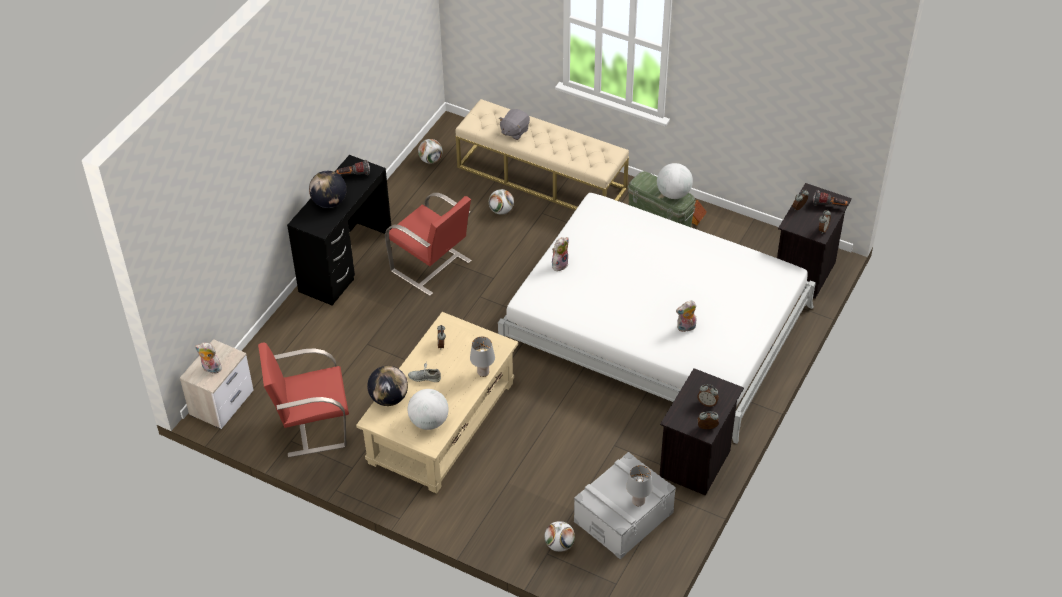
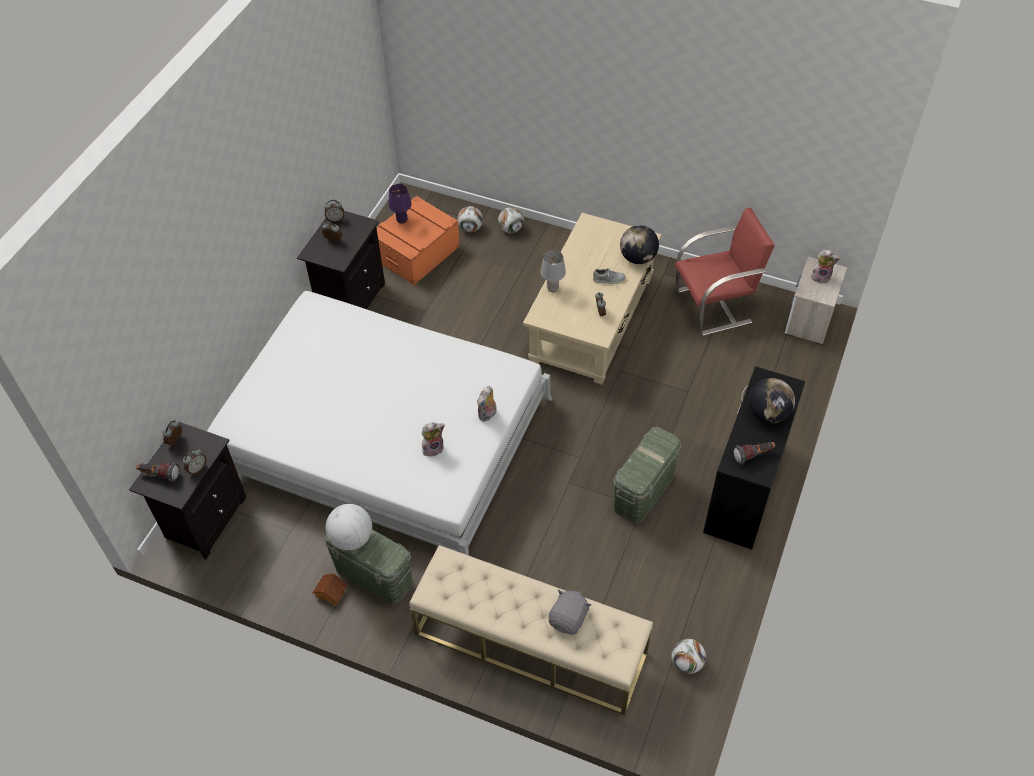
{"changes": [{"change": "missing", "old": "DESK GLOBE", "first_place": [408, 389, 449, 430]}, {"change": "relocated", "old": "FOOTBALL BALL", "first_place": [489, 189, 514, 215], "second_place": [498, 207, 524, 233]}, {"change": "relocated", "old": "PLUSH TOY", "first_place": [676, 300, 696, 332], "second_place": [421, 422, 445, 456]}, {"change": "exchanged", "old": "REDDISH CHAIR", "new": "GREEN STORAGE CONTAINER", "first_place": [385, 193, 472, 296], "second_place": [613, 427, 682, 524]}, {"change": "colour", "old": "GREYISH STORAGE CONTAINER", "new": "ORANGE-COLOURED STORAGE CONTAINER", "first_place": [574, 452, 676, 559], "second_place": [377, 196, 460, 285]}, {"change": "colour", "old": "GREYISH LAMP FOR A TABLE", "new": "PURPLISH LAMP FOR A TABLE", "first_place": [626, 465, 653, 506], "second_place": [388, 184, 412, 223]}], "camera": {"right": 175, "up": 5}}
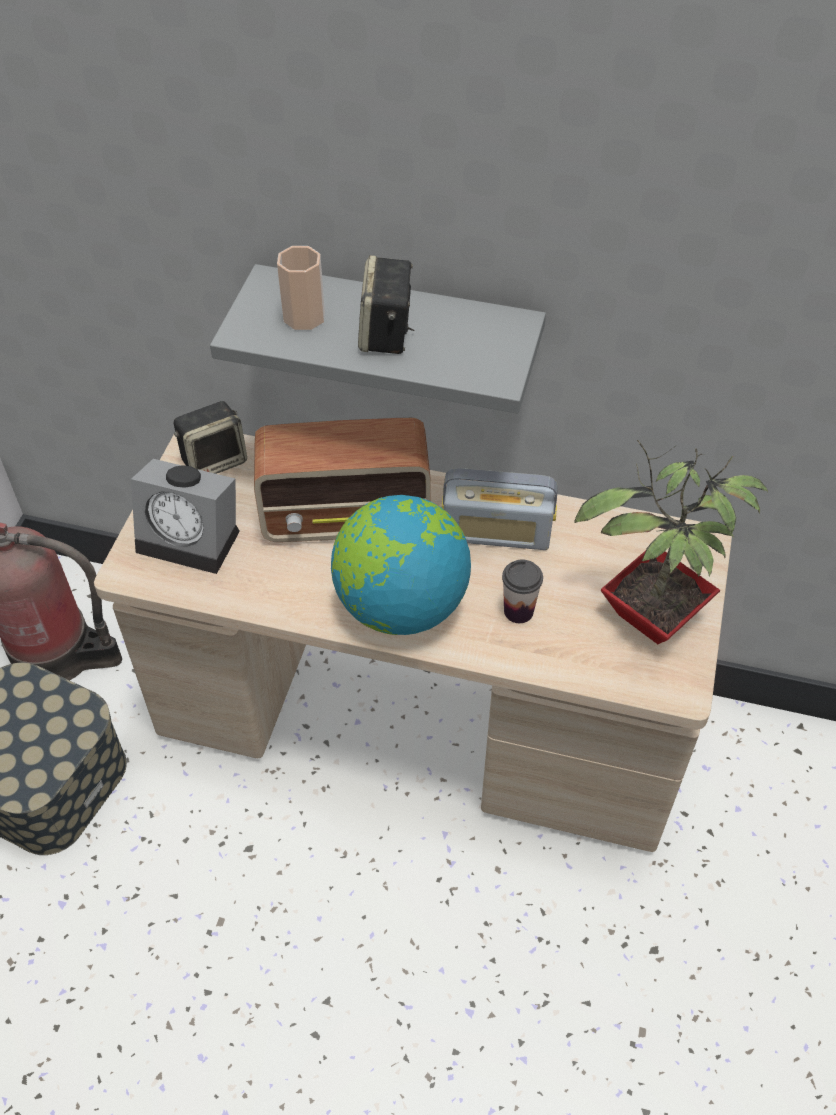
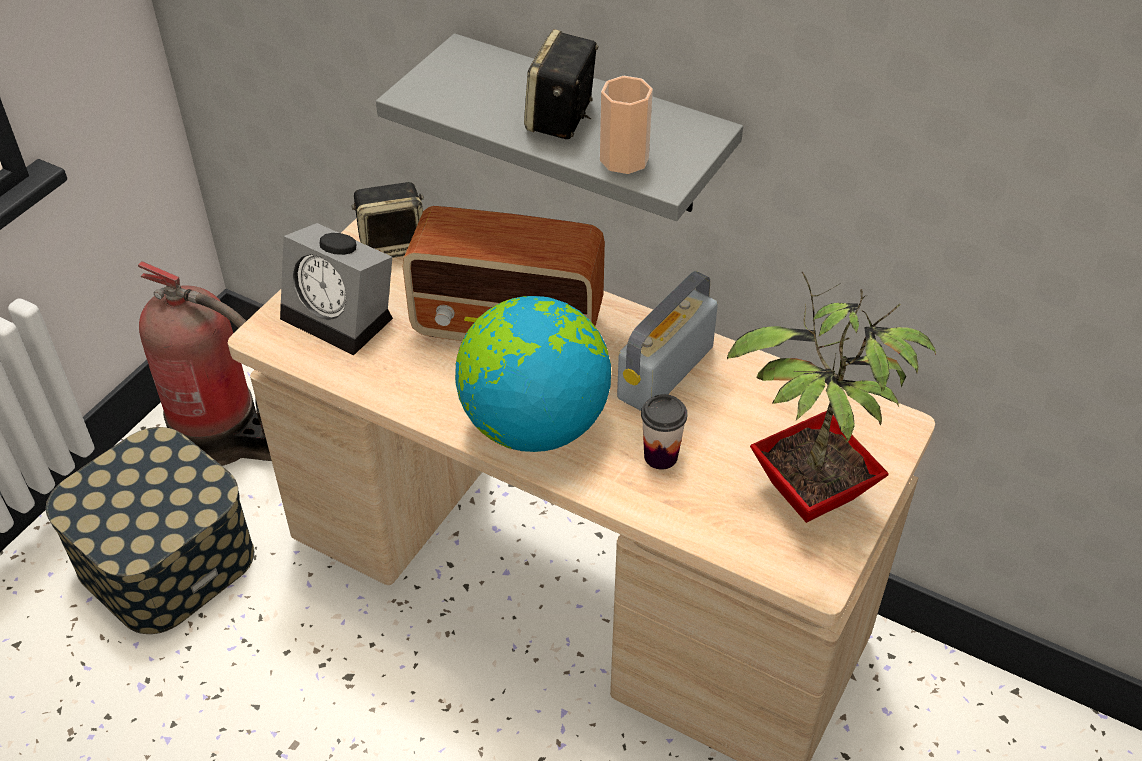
{"changes": [{"change": "relocated", "old": "DRINKING CUP", "first_place": [277, 246, 325, 330], "second_place": [600, 76, 653, 174]}, {"change": "spun", "old": "RADIO SET", "first_place": [442, 468, 558, 550], "second_place": [617, 271, 718, 411], "degrees": 105}], "camera": {"right": 15, "up": -5}}
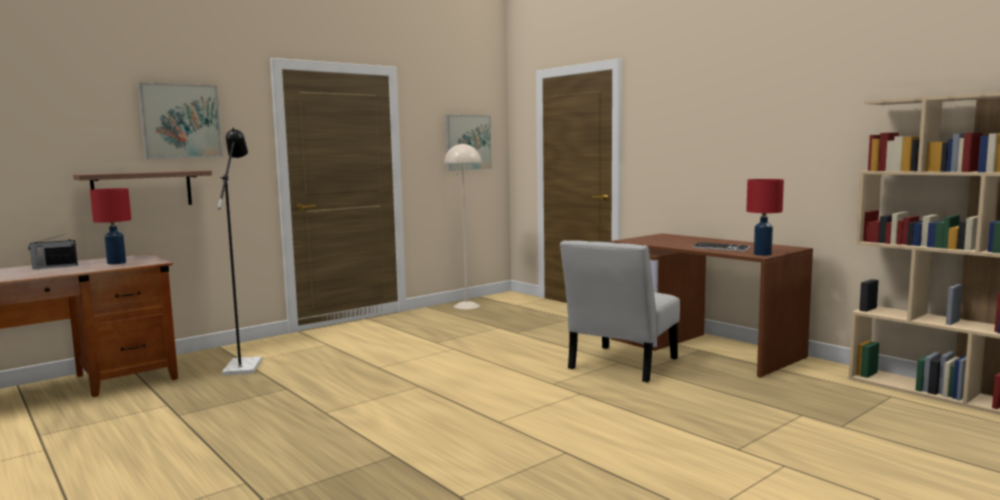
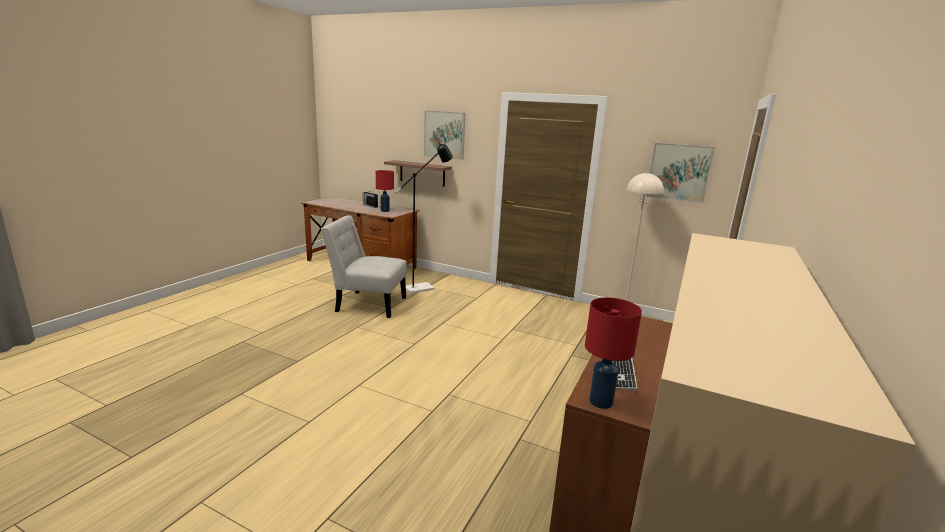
{"changes": [{"change": "relocated", "old": "WHITE CHAIR", "first_place": [560, 240, 680, 382], "second_place": [321, 215, 407, 318]}], "camera": {"right": 65, "up": 10}}
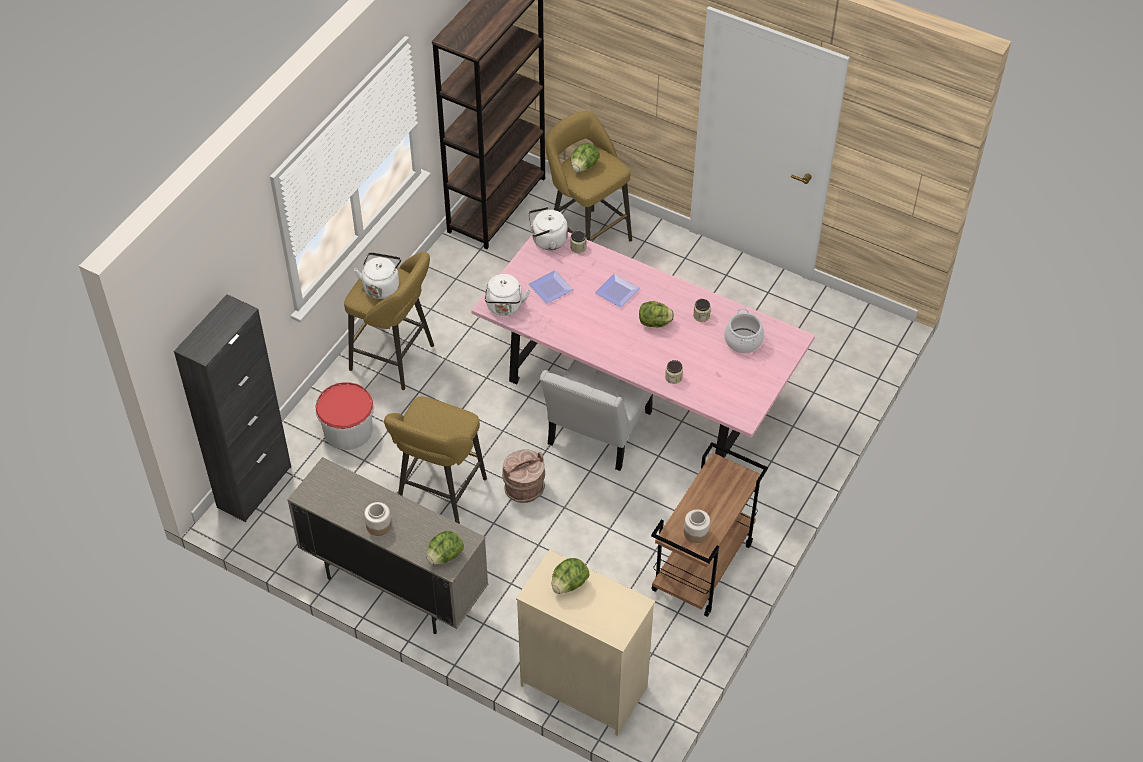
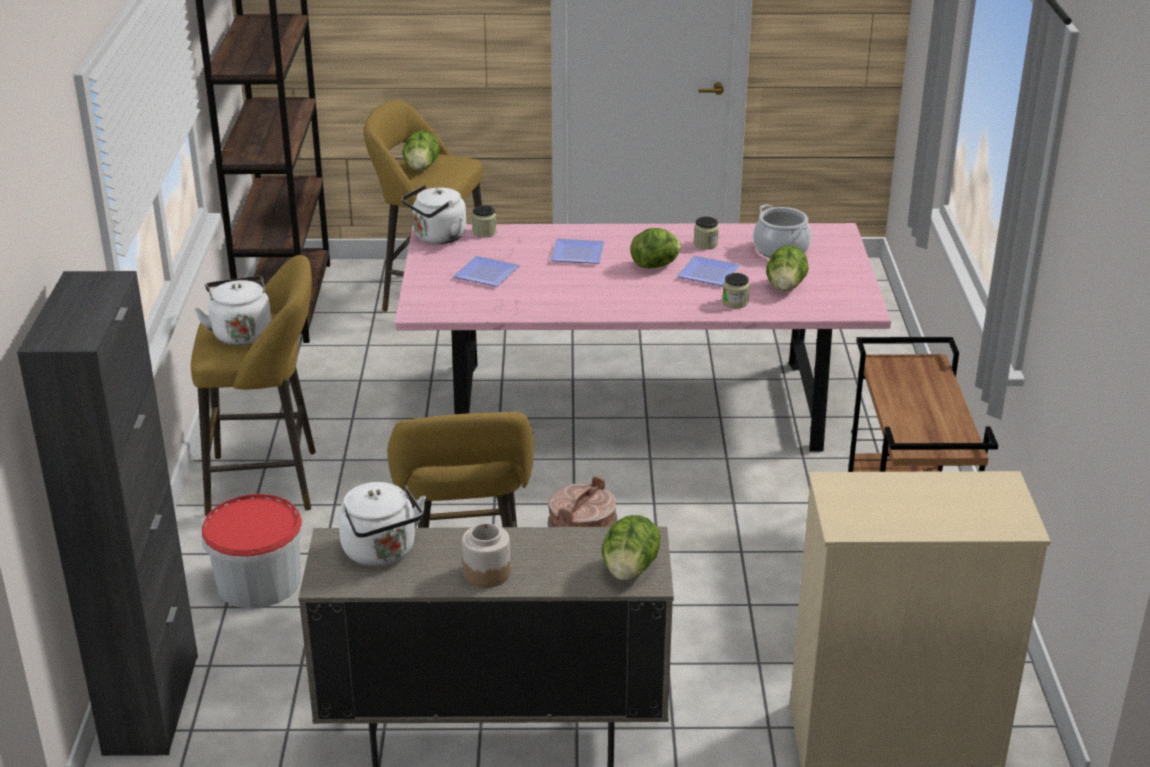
{"changes": [{"change": "missing", "old": "WHITE CHAIR", "first_place": [540, 359, 653, 471]}, {"change": "missing", "old": "STORAGE JAR", "first_place": [684, 509, 710, 543]}, {"change": "appeared", "new": "DINNER PLATE", "second_place": [677, 256, 740, 286]}, {"change": "relocated", "old": "WHITE TEA KETTLE", "first_place": [485, 274, 530, 316], "second_place": [338, 482, 426, 566]}, {"change": "relocated", "old": "LETTUCE HEAD", "first_place": [552, 558, 590, 594], "second_place": [766, 245, 809, 292]}], "camera": {"right": -30, "up": -20}}
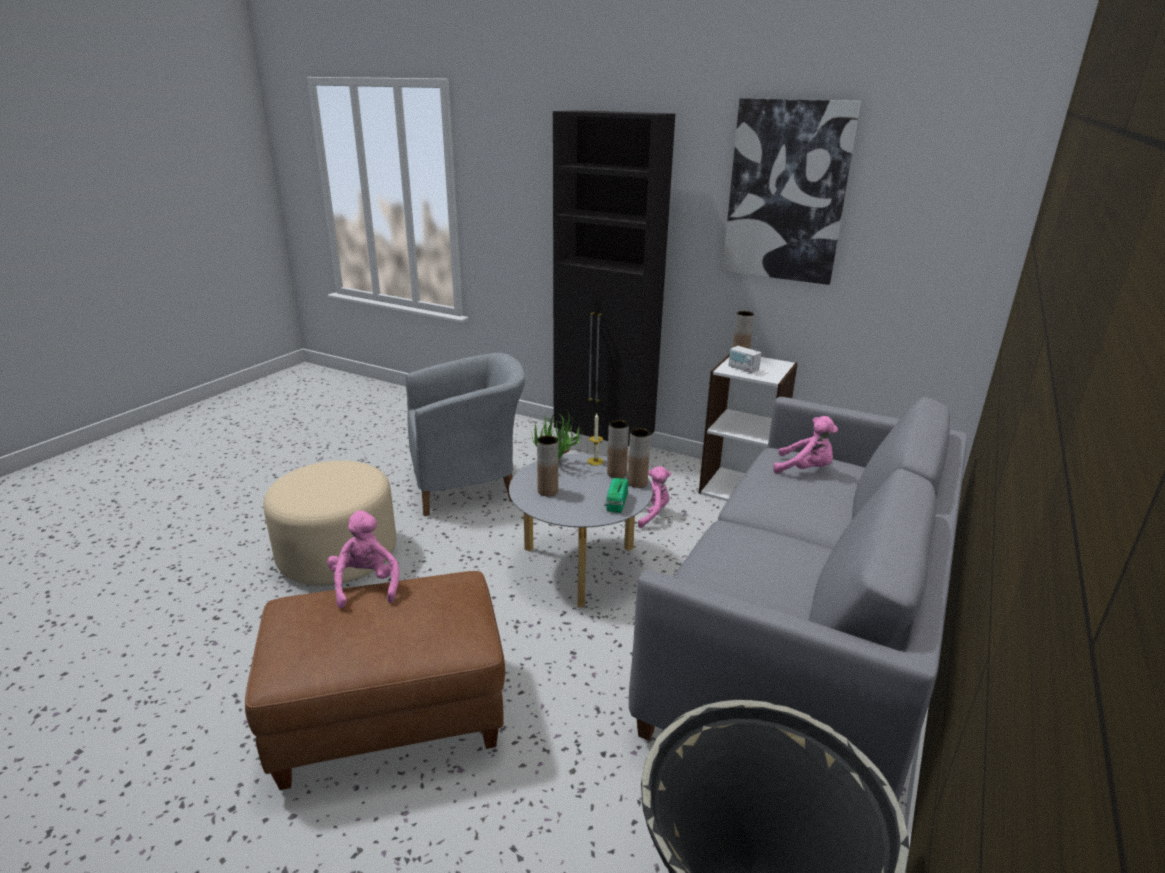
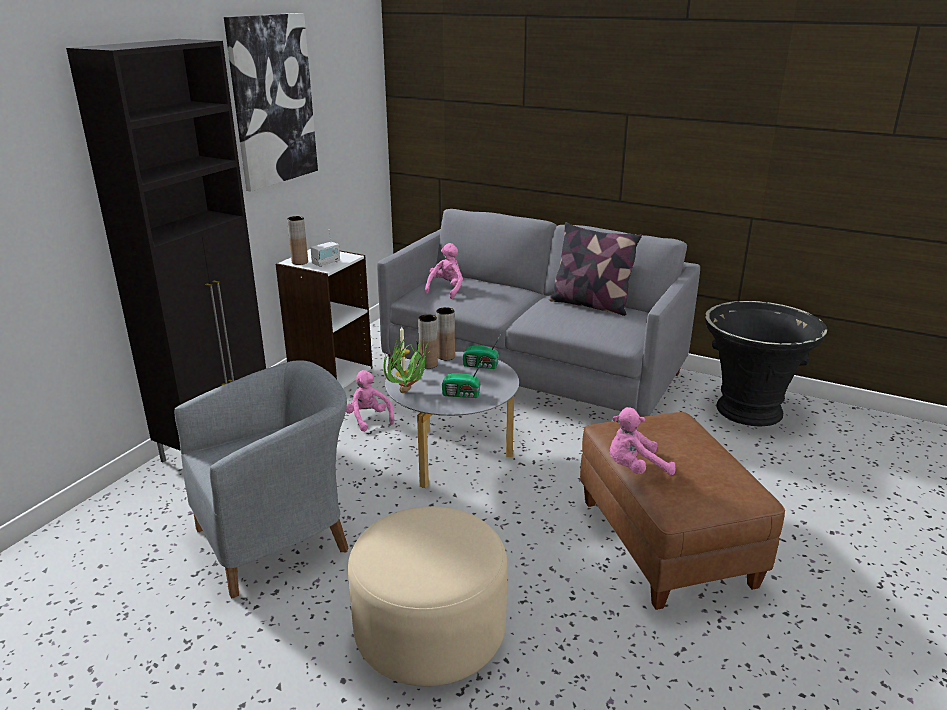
{"changes": [{"change": "appeared", "new": "THROW PILLOW", "second_place": [549, 222, 642, 316]}, {"change": "exchanged", "old": "BROWN-COLOURED DECORATIVE VASE", "new": "RADIO SET", "first_place": [537, 435, 558, 496], "second_place": [442, 360, 483, 398]}, {"change": "spun", "old": "GREYISH ARMCHAIR", "first_place": [406, 353, 525, 516], "second_place": [175, 360, 348, 599], "degrees": 75}], "camera": {"right": -90, "up": 0}}
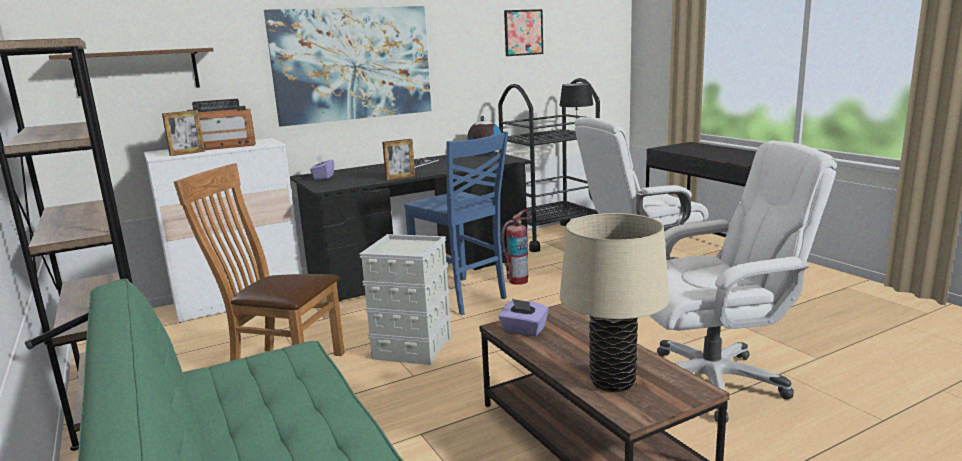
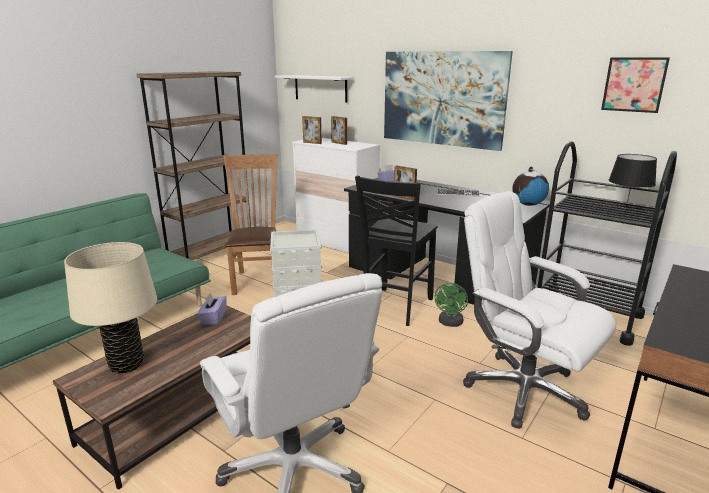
{"changes": [{"change": "exchanged", "old": "RADIO SET", "new": "PHOTO FRAME", "first_place": [187, 99, 256, 150], "second_place": [331, 116, 347, 145]}, {"change": "exchanged", "old": "FIRE-FIGHTING CYLINDER", "new": "GREEN COOLING FAN", "first_place": [501, 209, 531, 285], "second_place": [435, 283, 468, 327]}, {"change": "colour", "old": "BROWN-COLOURED BRACKET SHELF", "new": "WHITE BRACKET SHELF", "first_place": [49, 48, 214, 96], "second_place": [275, 75, 354, 103]}, {"change": "colour", "old": "BLUE CHAIR", "new": "BLACK CHAIR", "first_place": [404, 131, 508, 315], "second_place": [355, 176, 438, 326]}], "camera": {"right": 65, "up": 5}}
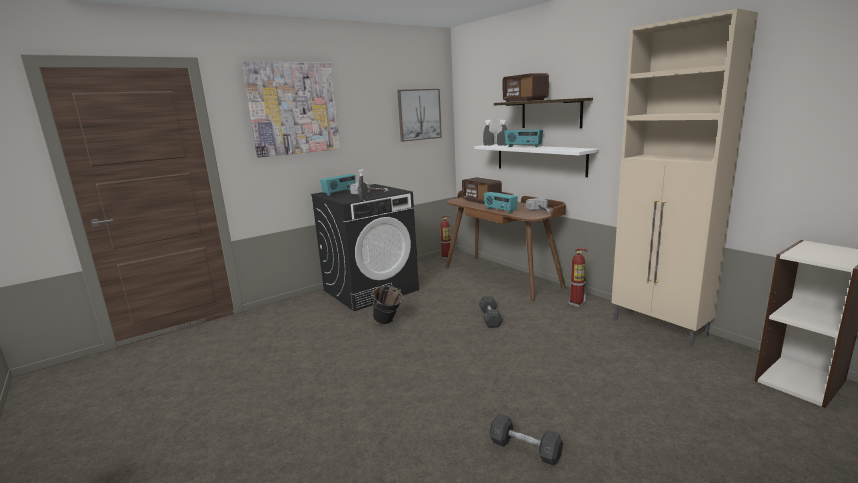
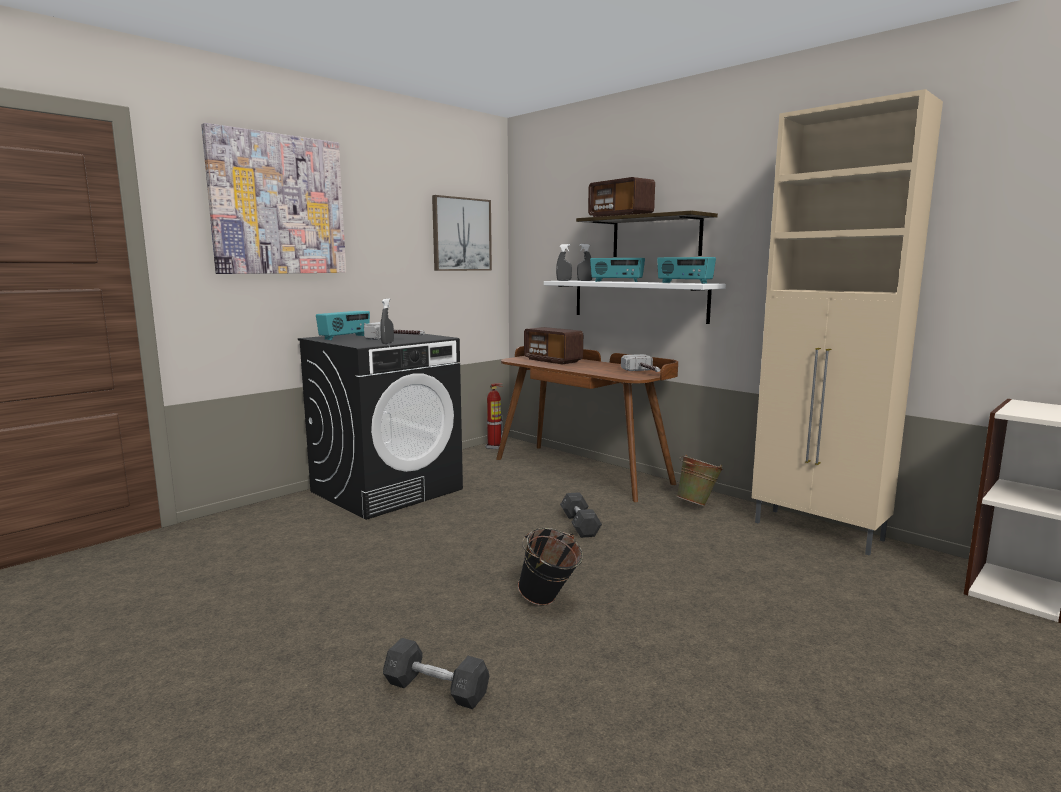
{"changes": [{"change": "relocated", "old": "BLACK WATER BUCKET", "first_place": [371, 286, 403, 325], "second_place": [518, 528, 583, 606]}, {"change": "relocated", "old": "RADIO SET", "first_place": [484, 192, 518, 213], "second_place": [657, 257, 716, 284]}, {"change": "relocated", "old": "GREYISH FREE WEIGHT", "first_place": [490, 413, 563, 466], "second_place": [383, 638, 489, 709]}, {"change": "exchanged", "old": "FIRE-FIGHTING CYLINDER", "new": "GREEN WATER BUCKET", "first_place": [568, 248, 588, 308], "second_place": [676, 454, 723, 506]}], "camera": {"right": -10, "up": -5}}
